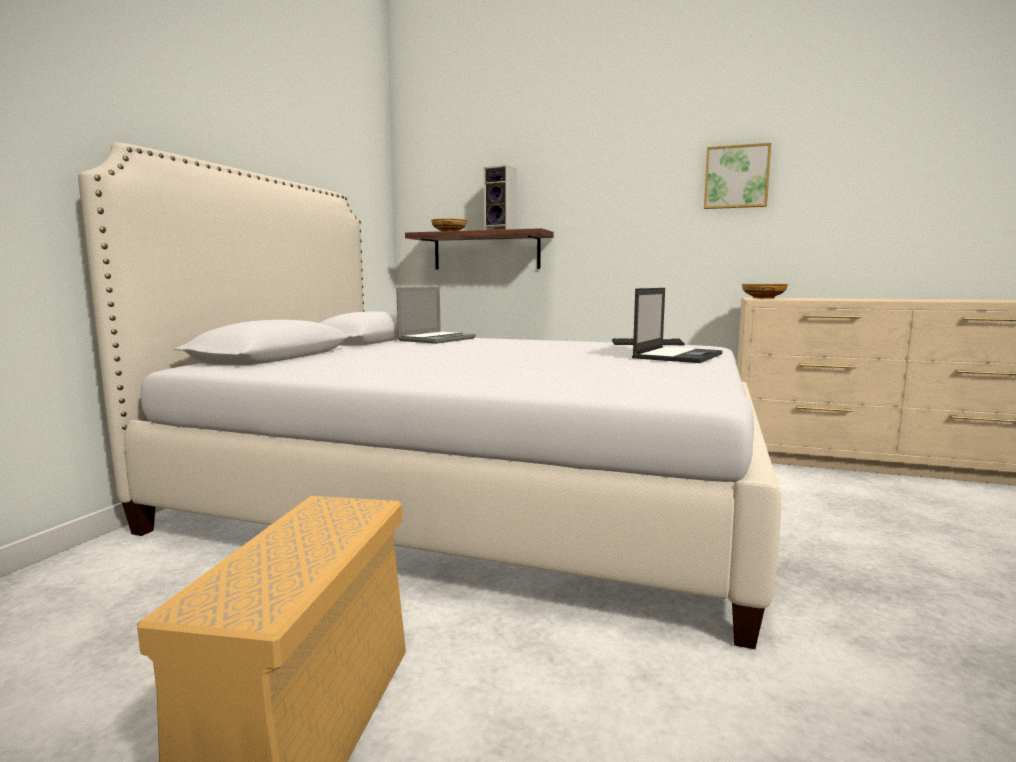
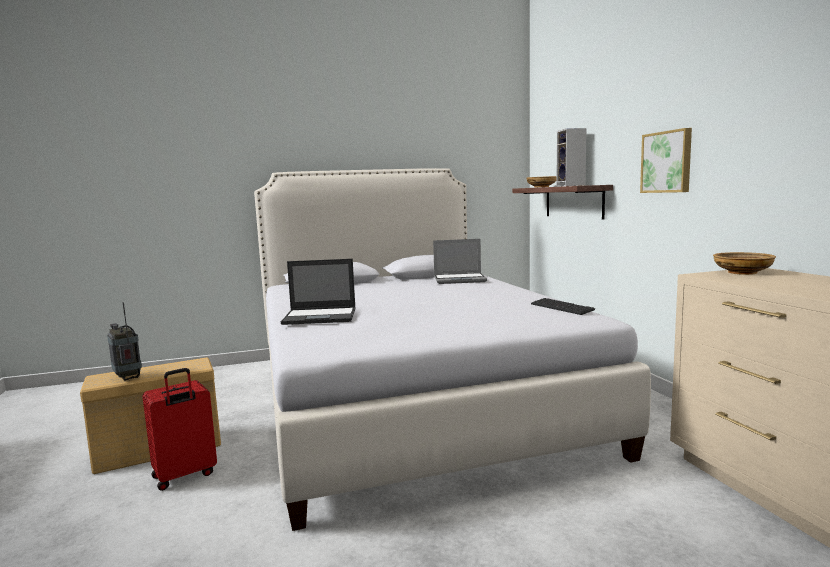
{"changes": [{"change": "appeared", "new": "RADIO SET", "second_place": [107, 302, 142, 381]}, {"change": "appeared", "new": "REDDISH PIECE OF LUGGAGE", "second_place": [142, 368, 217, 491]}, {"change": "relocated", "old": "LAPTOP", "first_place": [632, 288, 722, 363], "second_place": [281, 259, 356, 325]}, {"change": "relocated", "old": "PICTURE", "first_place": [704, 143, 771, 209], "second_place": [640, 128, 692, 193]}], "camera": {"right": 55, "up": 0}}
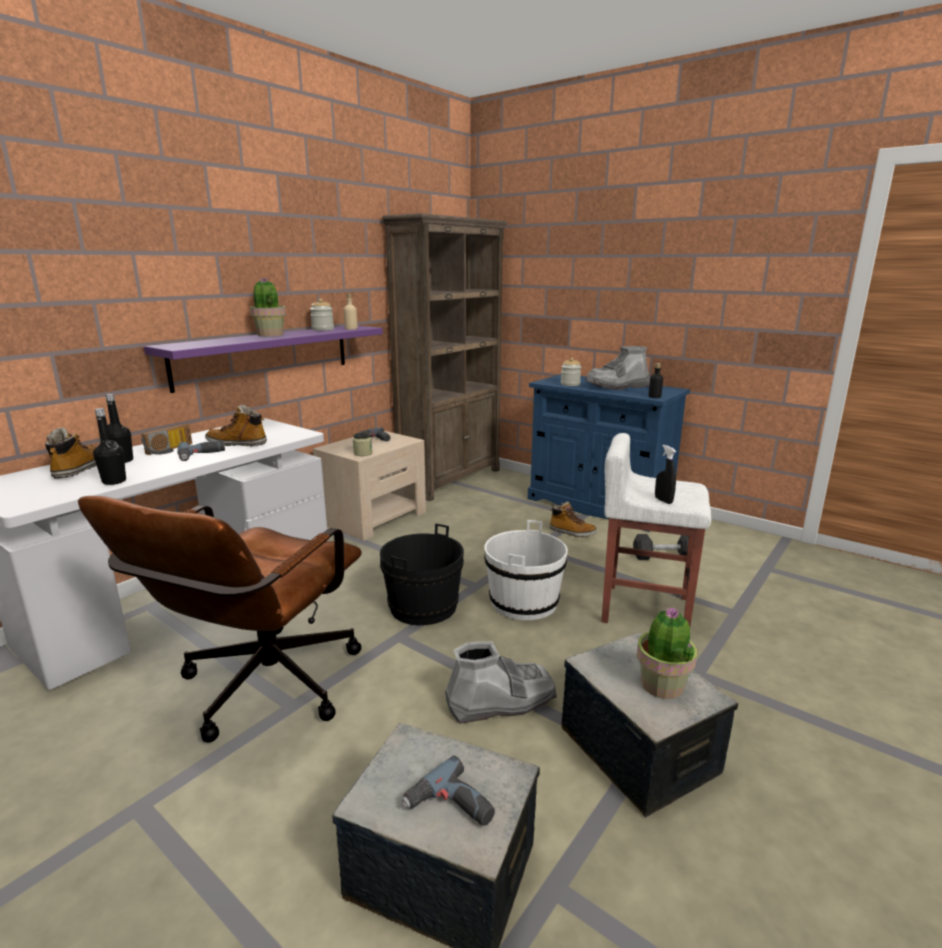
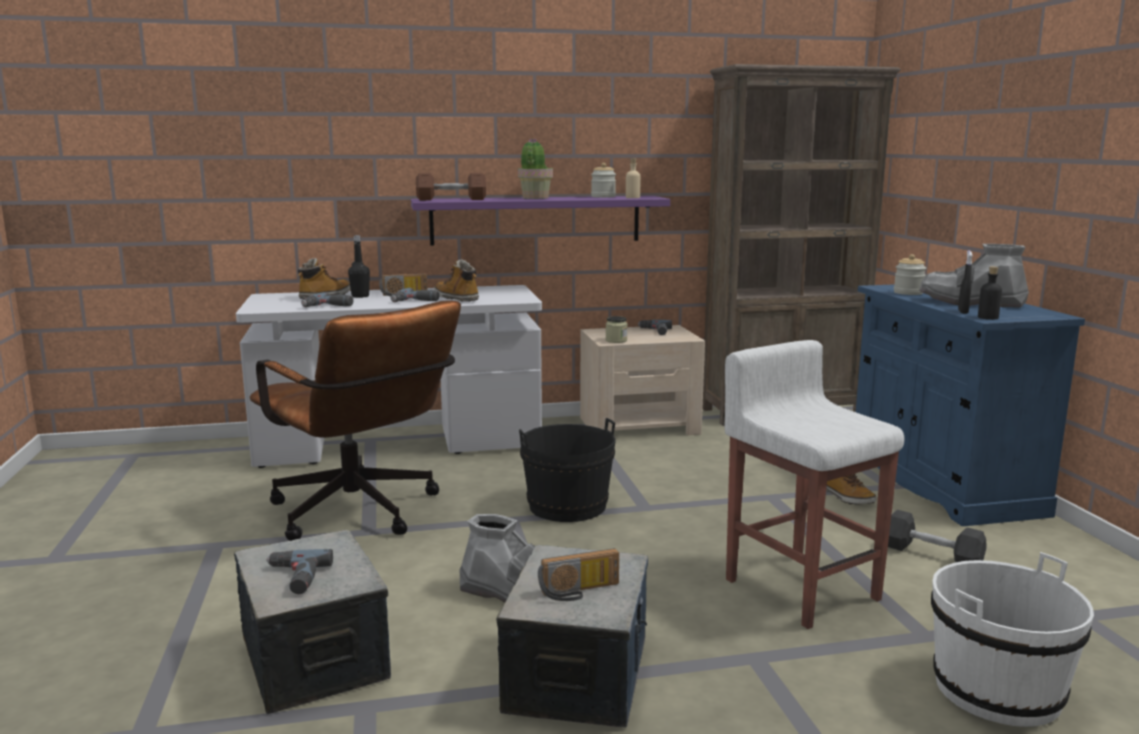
{"changes": [{"change": "appeared", "new": "BROWN-COLOURED FREE WEIGHT", "second_place": [416, 173, 486, 200]}, {"change": "relocated", "old": "WHITE WATER BUCKET", "first_place": [484, 520, 568, 620], "second_place": [931, 552, 1094, 727]}, {"change": "relocated", "old": "BLACK HAND SPRAYER", "first_place": [655, 445, 676, 504], "second_place": [958, 250, 973, 314]}, {"change": "exchanged", "old": "BLACK DRINK BOTTLE", "new": "ELECTRIC DRILL", "first_place": [93, 408, 126, 485], "second_place": [301, 292, 353, 307]}, {"change": "exchanged", "old": "PLANT IN A POT", "new": "RADIO SET", "first_place": [637, 606, 697, 699], "second_place": [538, 548, 619, 601]}, {"change": "spun", "old": "BROWN-COLOURED OFFICE CHAIR", "first_place": [78, 496, 362, 743], "second_place": [250, 300, 461, 541], "degrees": -105}], "camera": {"right": 40, "up": -5}}
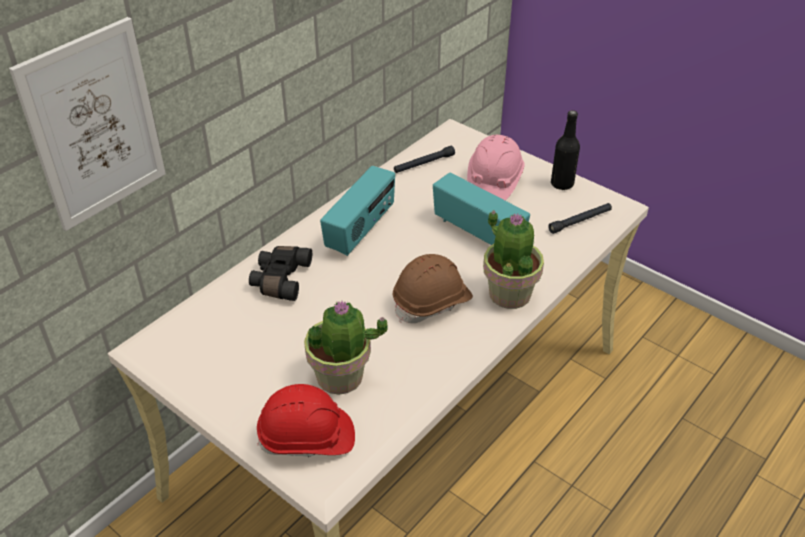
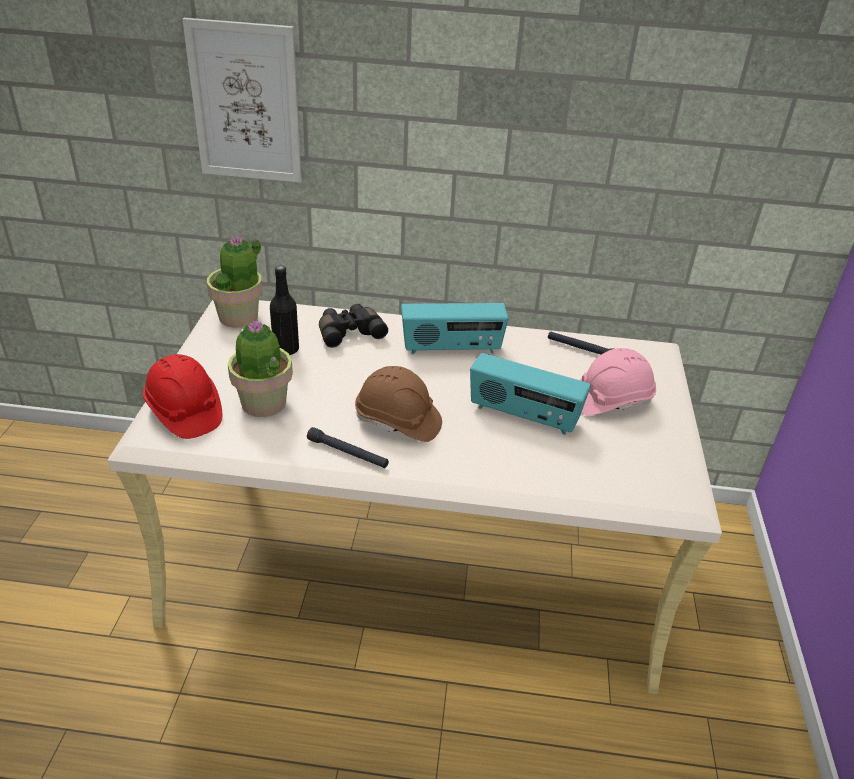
{"changes": [{"change": "relocated", "old": "PLANT IN A POT", "first_place": [483, 211, 544, 309], "second_place": [207, 235, 263, 328]}, {"change": "relocated", "old": "BLACK HAND TORCH", "first_place": [548, 203, 612, 234], "second_place": [307, 427, 389, 468]}, {"change": "relocated", "old": "BLACK DRINK BOTTLE", "first_place": [551, 110, 580, 190], "second_place": [270, 266, 299, 355]}, {"change": "spun", "old": "RADIO SET", "first_place": [433, 173, 530, 245], "second_place": [470, 353, 591, 435], "degrees": 105}], "camera": {"right": 55, "up": -5}}
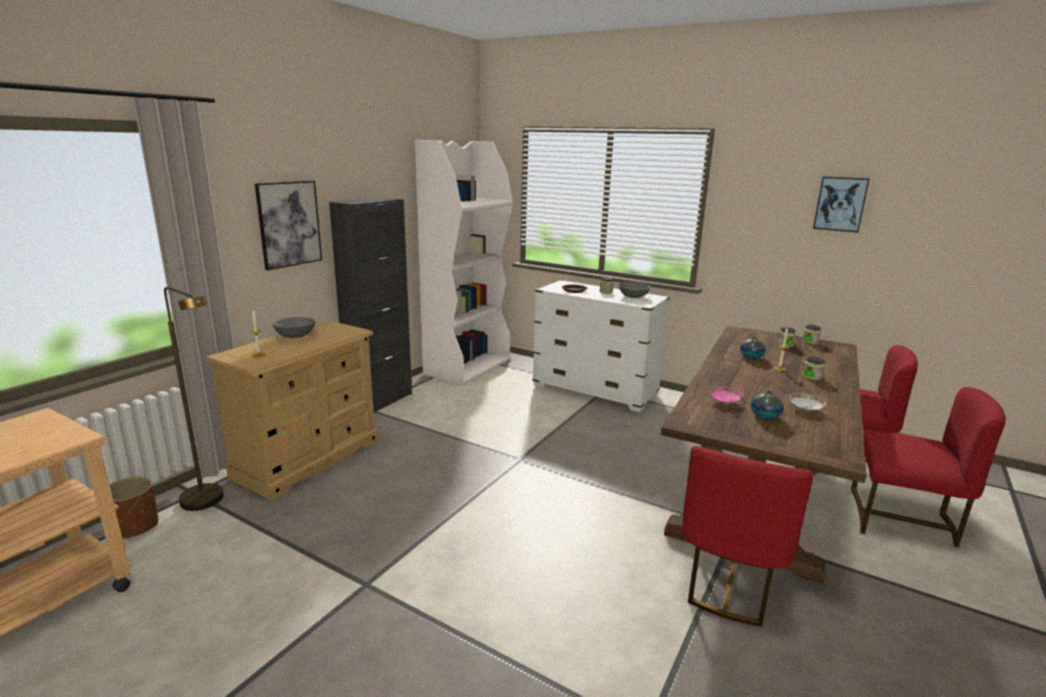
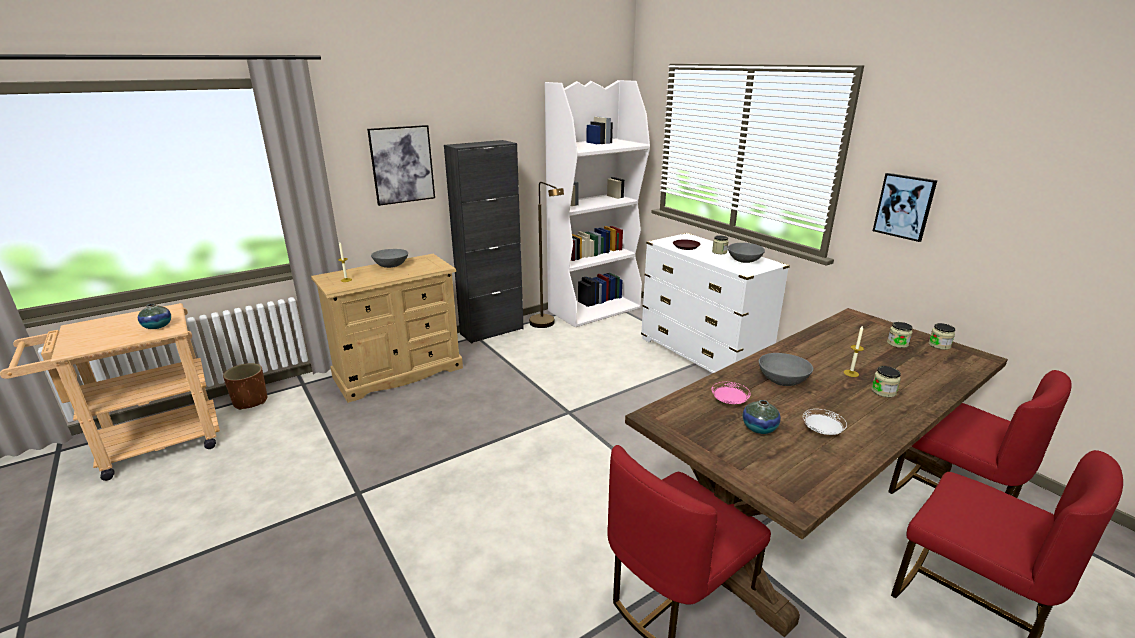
{"changes": [{"change": "appeared", "new": "GREYISH SERVING BOWL", "second_place": [759, 353, 813, 386]}, {"change": "relocated", "old": "BROWN-COLOURED STANDARD LAMP", "first_place": [164, 287, 223, 511], "second_place": [529, 182, 564, 328]}, {"change": "relocated", "old": "DECORATIVE VASE", "first_place": [740, 337, 766, 359], "second_place": [138, 304, 171, 329]}, {"change": "relocated", "old": "PICTURE", "first_place": [813, 176, 870, 233], "second_place": [873, 173, 937, 242]}], "camera": {"right": 25, "up": 5}}
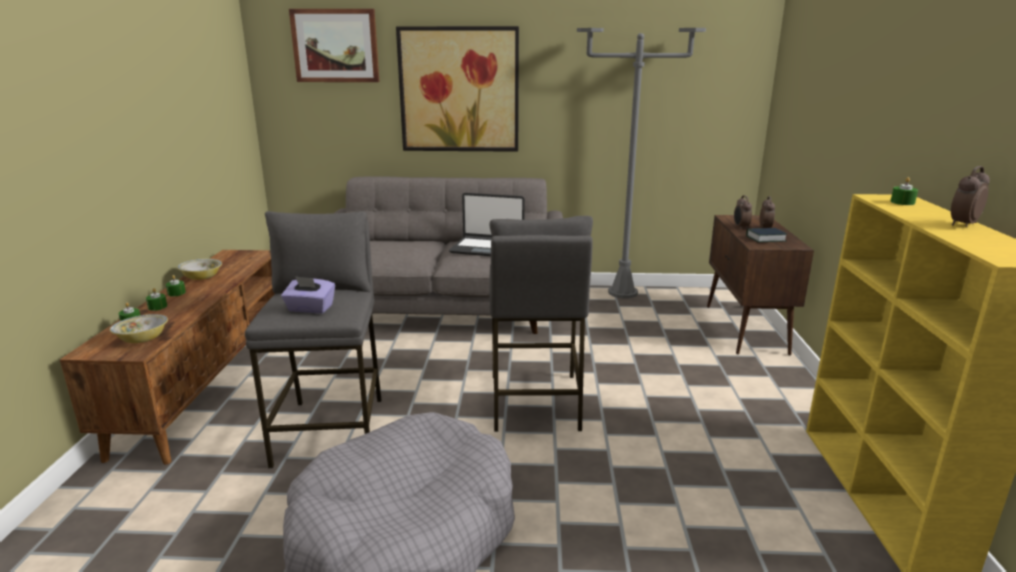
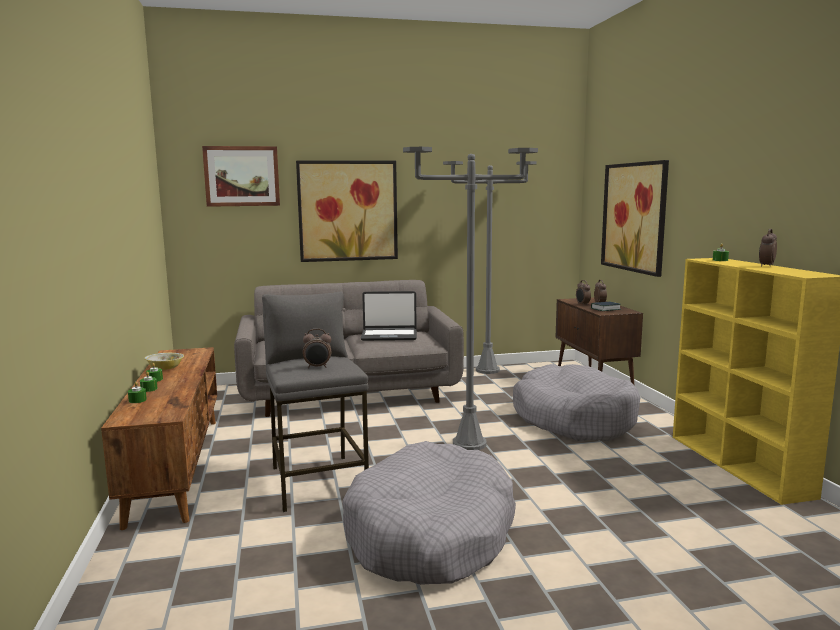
{"changes": [{"change": "missing", "old": "SERVING BOWL", "first_place": [110, 314, 168, 343]}, {"change": "appeared", "new": "GREYISH DOG BED", "second_place": [513, 364, 640, 441]}, {"change": "appeared", "new": "PICTURE", "second_place": [601, 160, 669, 277]}, {"change": "exchanged", "old": "PURPLISH TISSUE BOX", "new": "ALARM CLOCK", "first_place": [281, 276, 335, 313], "second_place": [303, 329, 331, 368]}, {"change": "exchanged", "old": "GREYISH STOOL SEAT", "new": "GREYISH STANDARD LAMP", "first_place": [489, 216, 593, 432], "second_place": [403, 147, 538, 450]}], "camera": {"right": -15, "up": -10}}
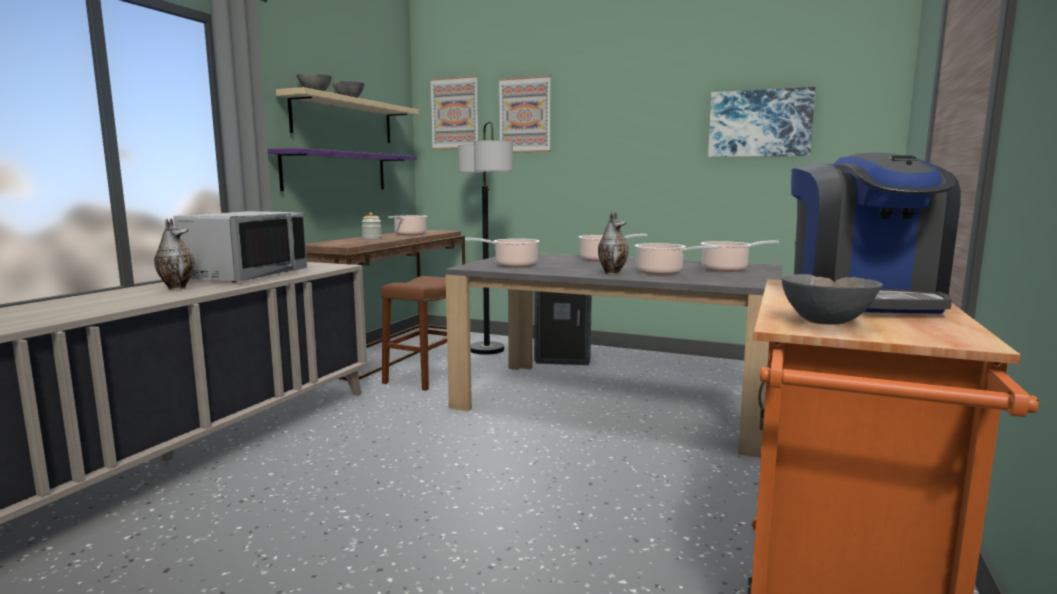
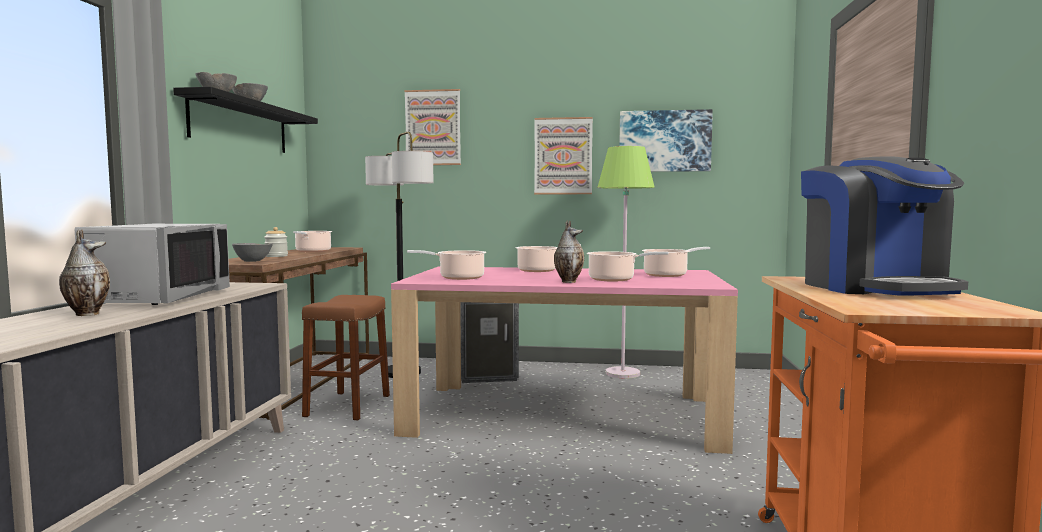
{"changes": [{"change": "missing", "old": "PURPLISH BRACKET SHELF", "first_place": [268, 148, 417, 191]}, {"change": "appeared", "new": "GREEN STANDARD LAMP", "second_place": [597, 146, 655, 379]}, {"change": "relocated", "old": "PICTURE", "first_place": [430, 75, 478, 149], "second_place": [534, 117, 593, 194]}, {"change": "relocated", "old": "GREYISH SERVING BOWL", "first_place": [782, 274, 883, 325], "second_place": [232, 243, 273, 262]}, {"change": "colour", "old": "SAND-COLOURED BRACKET SHELF", "new": "BLACK BRACKET SHELF", "first_place": [276, 87, 419, 143], "second_place": [173, 87, 318, 153]}, {"change": "colour", "old": "GREYISH DINNER TABLE", "new": "PINKISH DINNER TABLE", "first_place": [445, 253, 782, 458], "second_place": [391, 266, 738, 454]}], "camera": {"right": -15, "up": -5}}
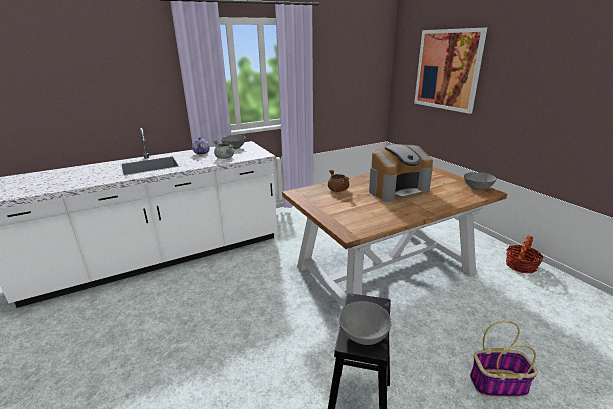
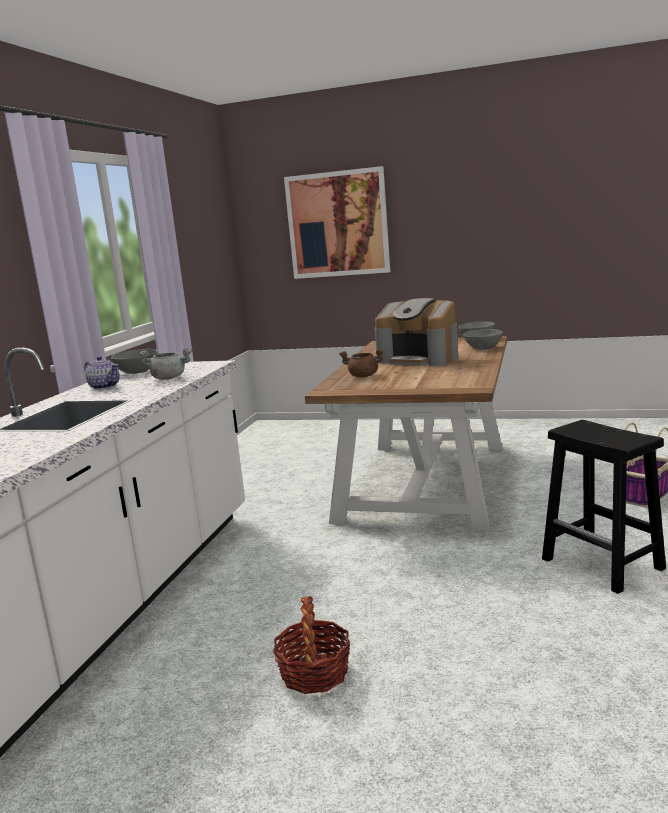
{"changes": [{"change": "relocated", "old": "GREYISH SERVING BOWL", "first_place": [339, 301, 392, 345], "second_place": [463, 329, 503, 350]}, {"change": "relocated", "old": "BASKET", "first_place": [506, 236, 544, 273], "second_place": [273, 596, 351, 694]}, {"change": "spun", "old": "COFFEE MAKER", "first_place": [369, 144, 433, 202], "second_place": [375, 298, 458, 366], "degrees": 105}], "camera": {"right": -45, "up": -10}}
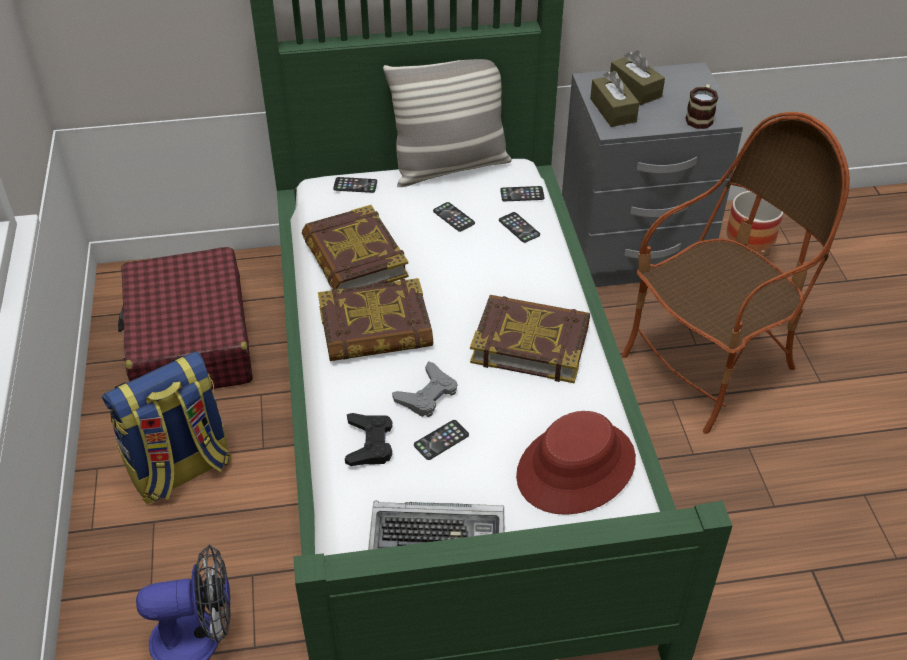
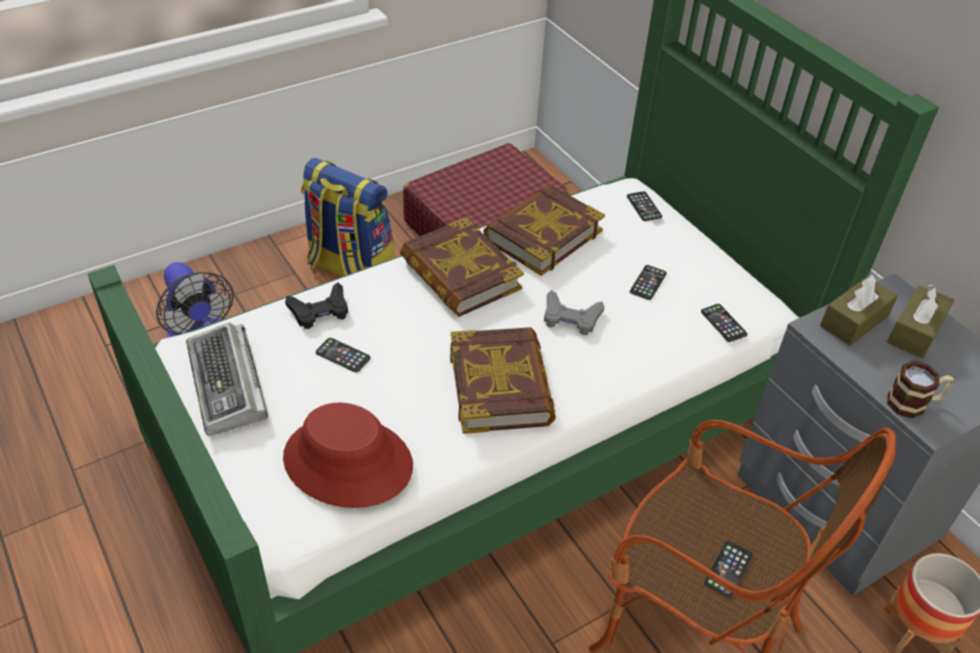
{"changes": [{"change": "missing", "old": "THROW PILLOW", "first_place": [383, 59, 512, 187]}, {"change": "relocated", "old": "GREYISH GAME CONTROLLER", "first_place": [392, 361, 457, 417], "second_place": [544, 290, 604, 335]}, {"change": "relocated", "old": "HANDSET", "first_place": [499, 212, 540, 243], "second_place": [704, 541, 753, 598]}], "camera": {"right": 65, "up": 0}}
